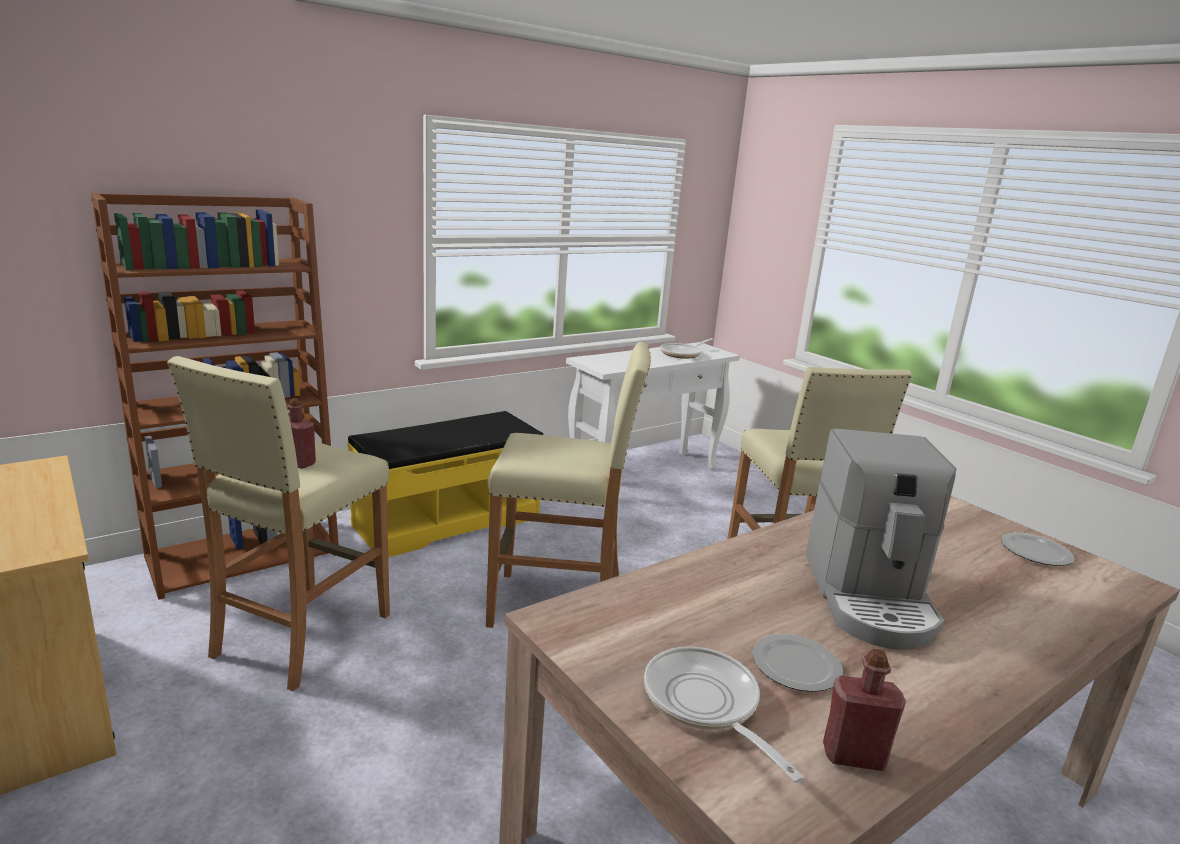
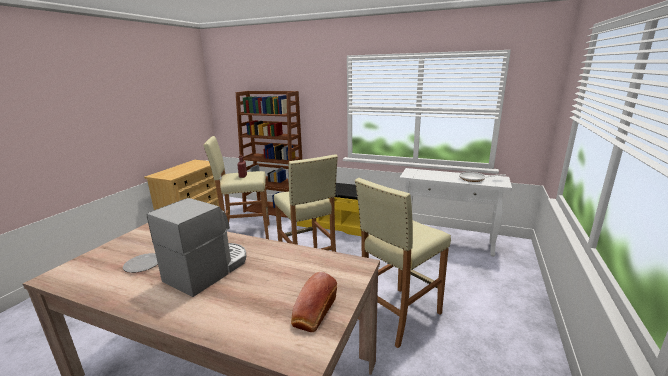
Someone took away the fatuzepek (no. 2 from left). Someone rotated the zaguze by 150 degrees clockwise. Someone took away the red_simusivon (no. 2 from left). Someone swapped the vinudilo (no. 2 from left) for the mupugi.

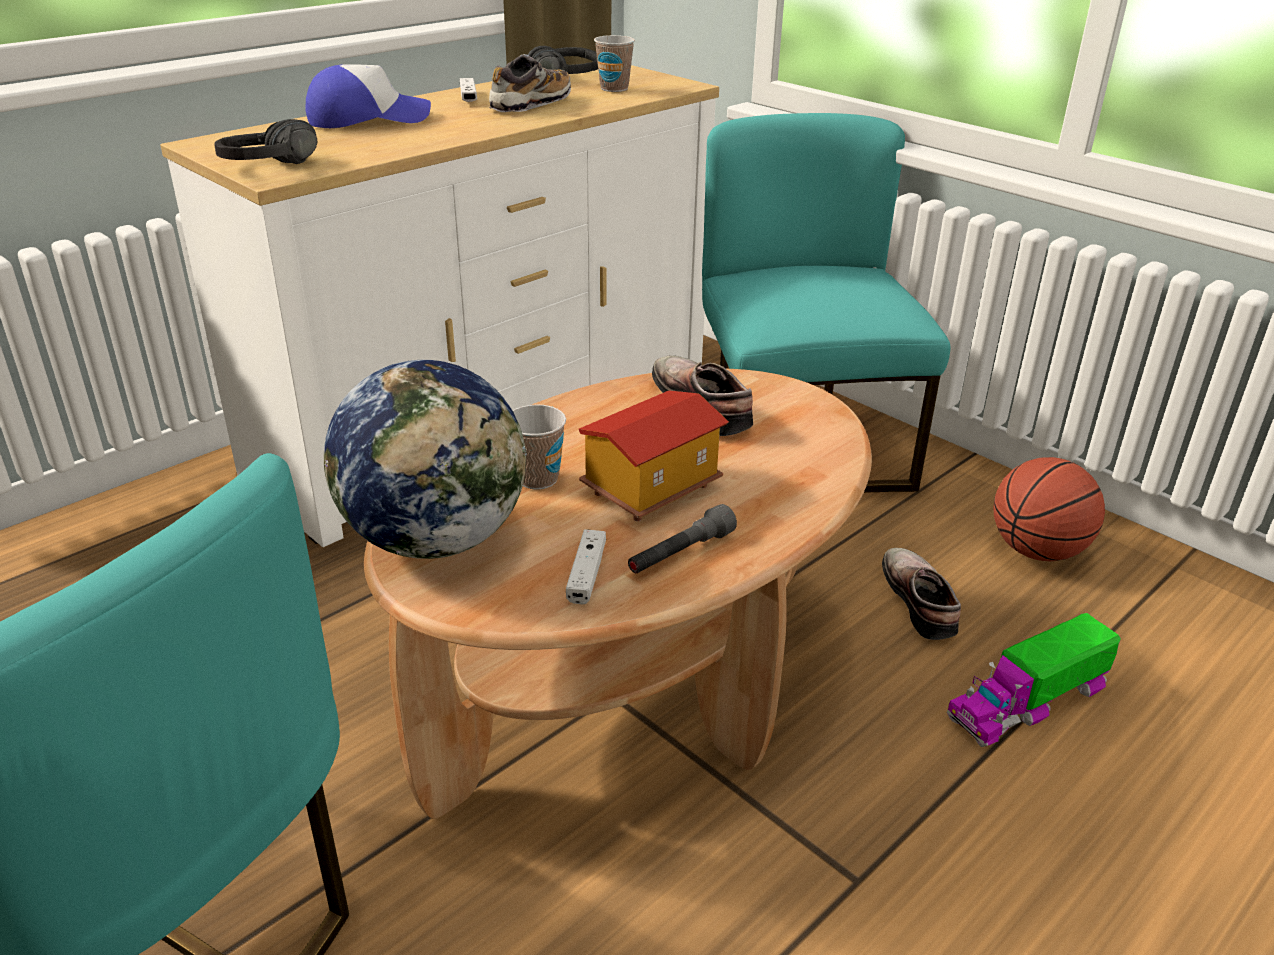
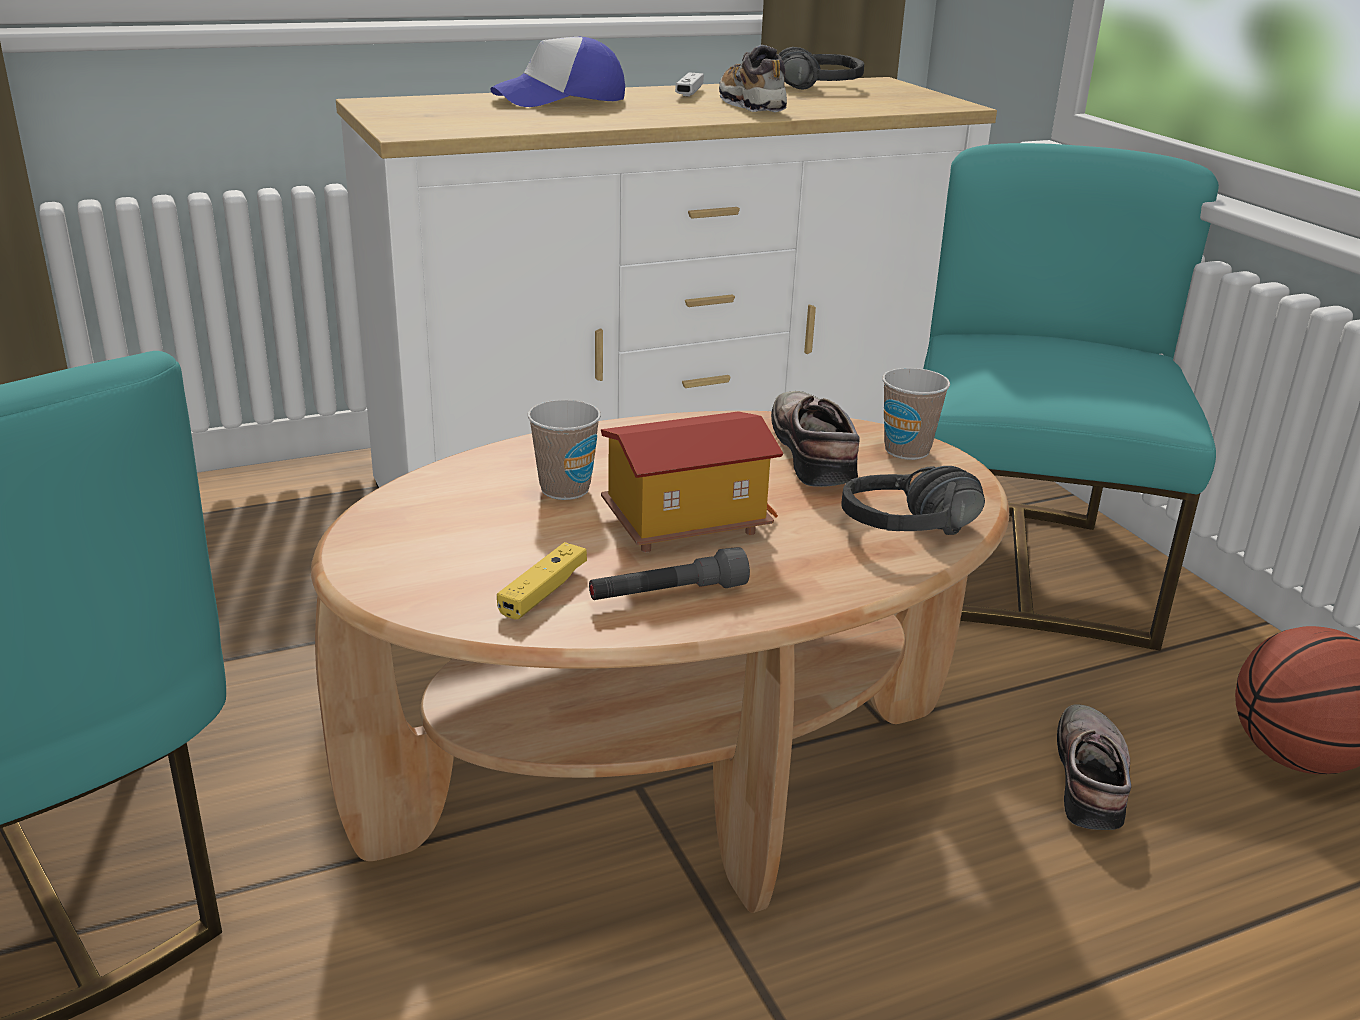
Someone carried the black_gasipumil (no. 1 from left in the first image). Someone rotated the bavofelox by 150 degrees clockwise. Someone took away the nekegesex. Someone rotated the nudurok (no. 1 from left) by 75 degrees counterclockwise. Someone repainted the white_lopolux (no. 2 from left), which became the yellow_lopolux. Someone carried the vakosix (no. 2 from left). Someone took away the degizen.

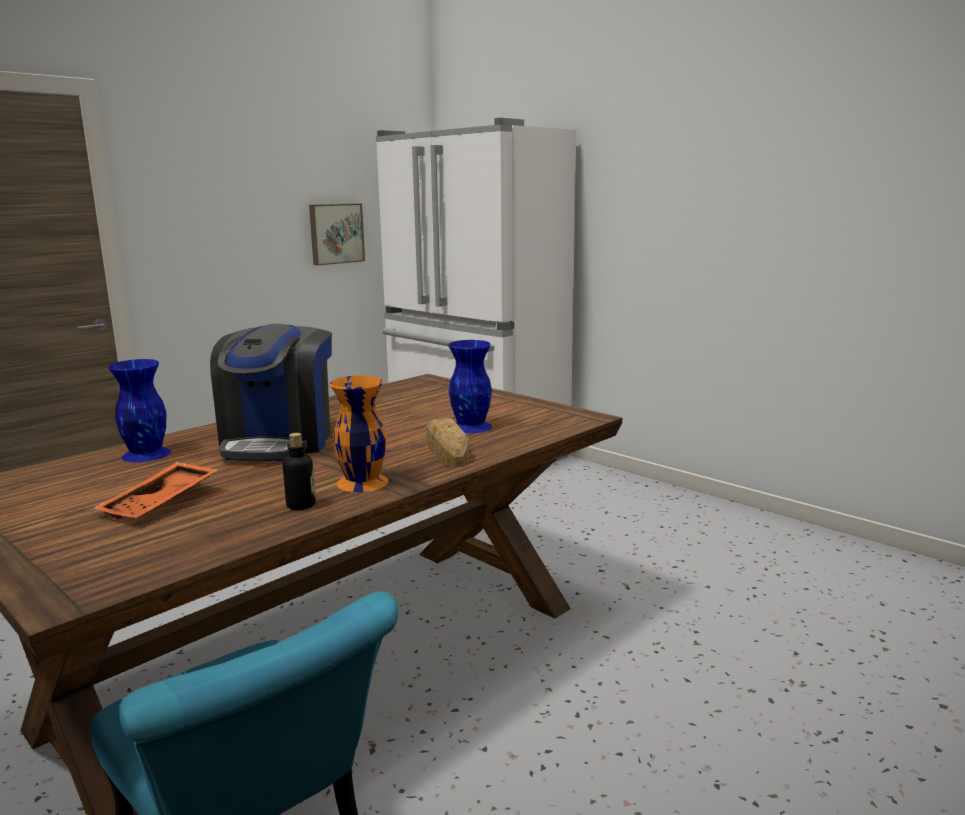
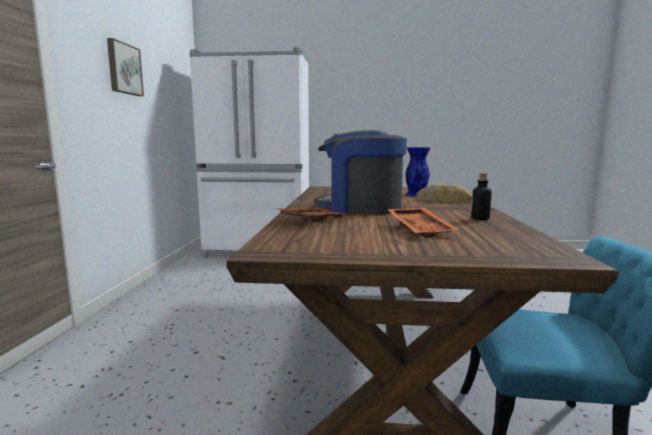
Someone swapped the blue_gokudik (no. 1 from left) for the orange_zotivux (no. 1 from left). Someone rotated the zaguze by 150 degrees clockwise. Someone carried the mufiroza. Someone took away the orange_gokudik.

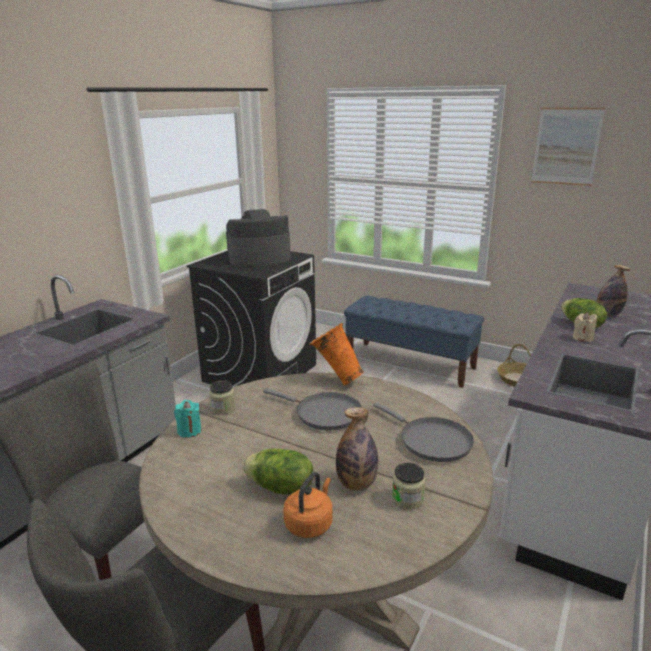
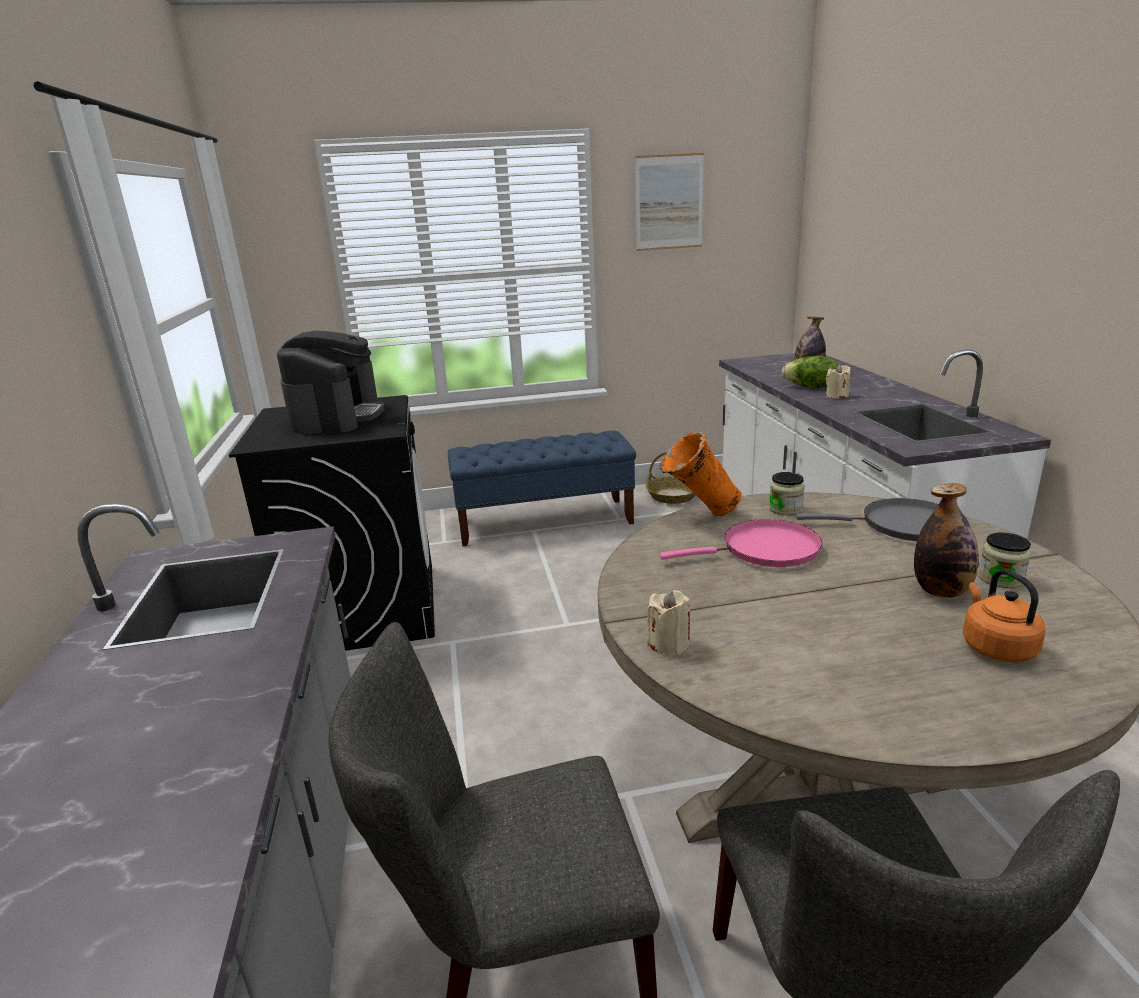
Someone repainted the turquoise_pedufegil, which became the beige_pedufegil (no. 1 from left). Someone carried the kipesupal (no. 1 from left). Someone rotated the zaguze by 150 degrees clockwise. Someone took away the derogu (no. 1 from left). Someone repainted the grey_fatuzepek (no. 1 from left), which became the pink_fatuzepek.

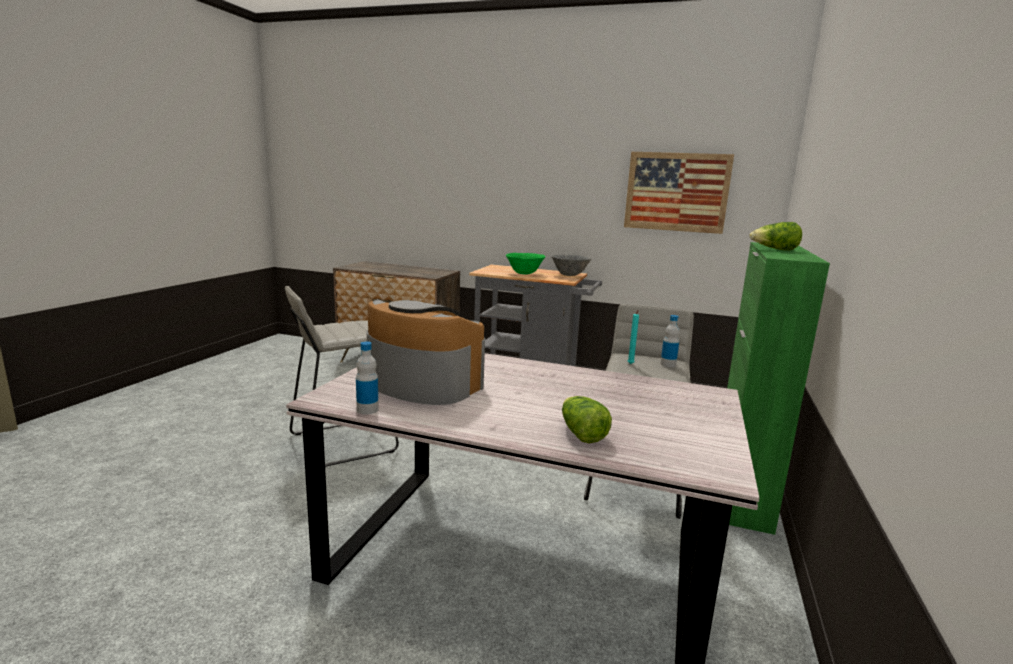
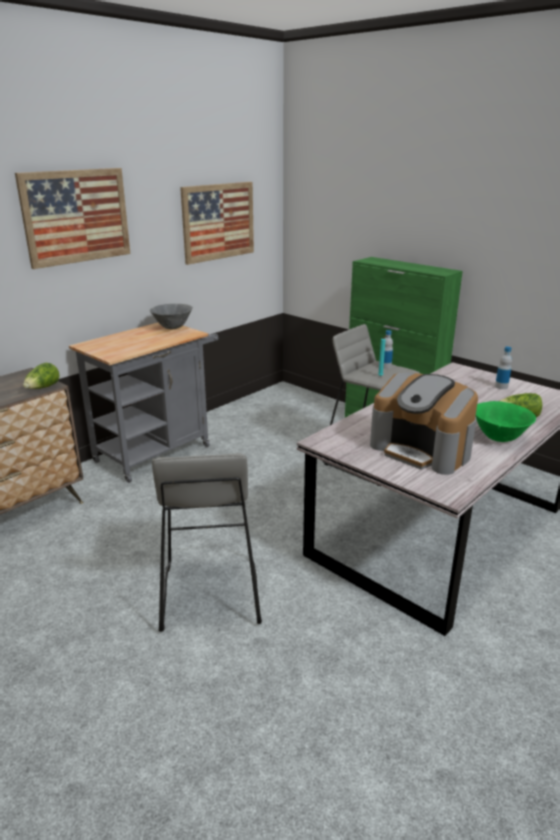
Someone carried the simusivon (no. 1 from left in the first image). Someone rotated the zaguze by 105 degrees counterclockwise. Someone carried the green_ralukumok. Someone carried the derogu (no. 2 from left in the first image). Someone put up the mufiroza (no. 1 from left).

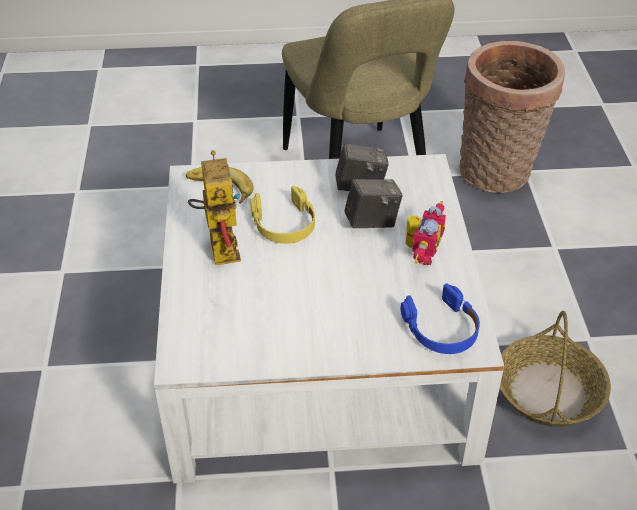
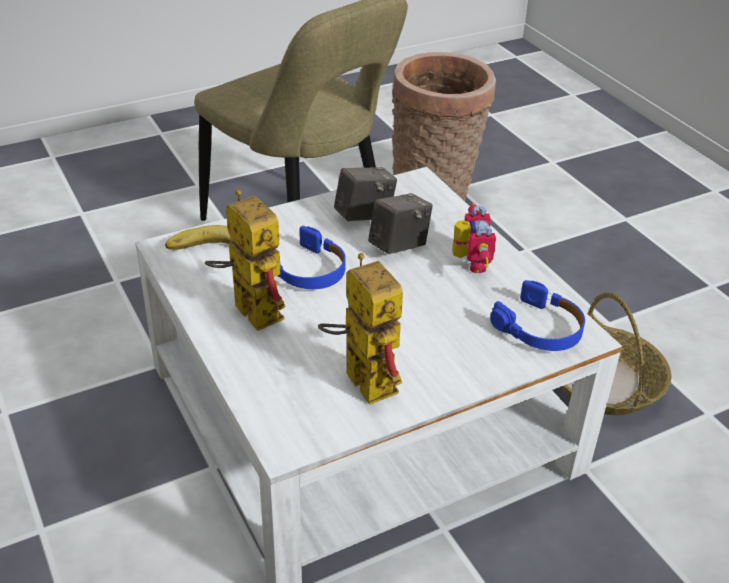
Someone repainted the yellow_gasipumil, which became the blue_gasipumil (no. 1 from left). Someone put down the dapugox (no. 2 from left).

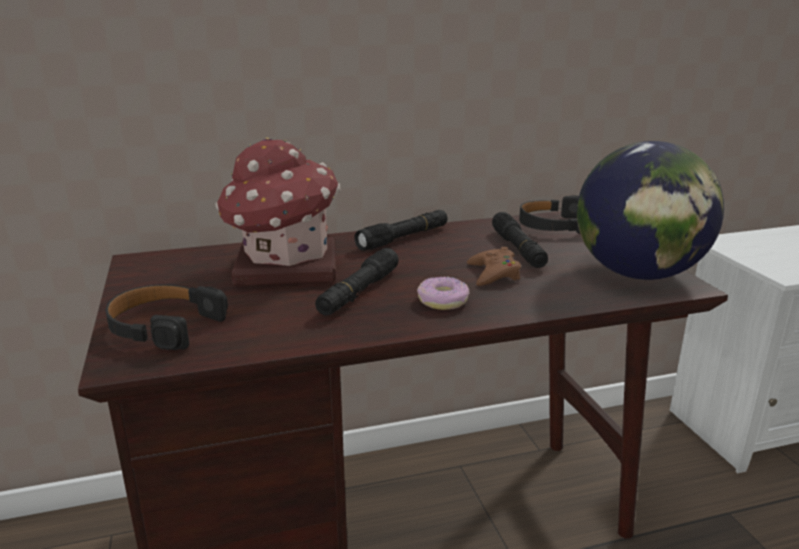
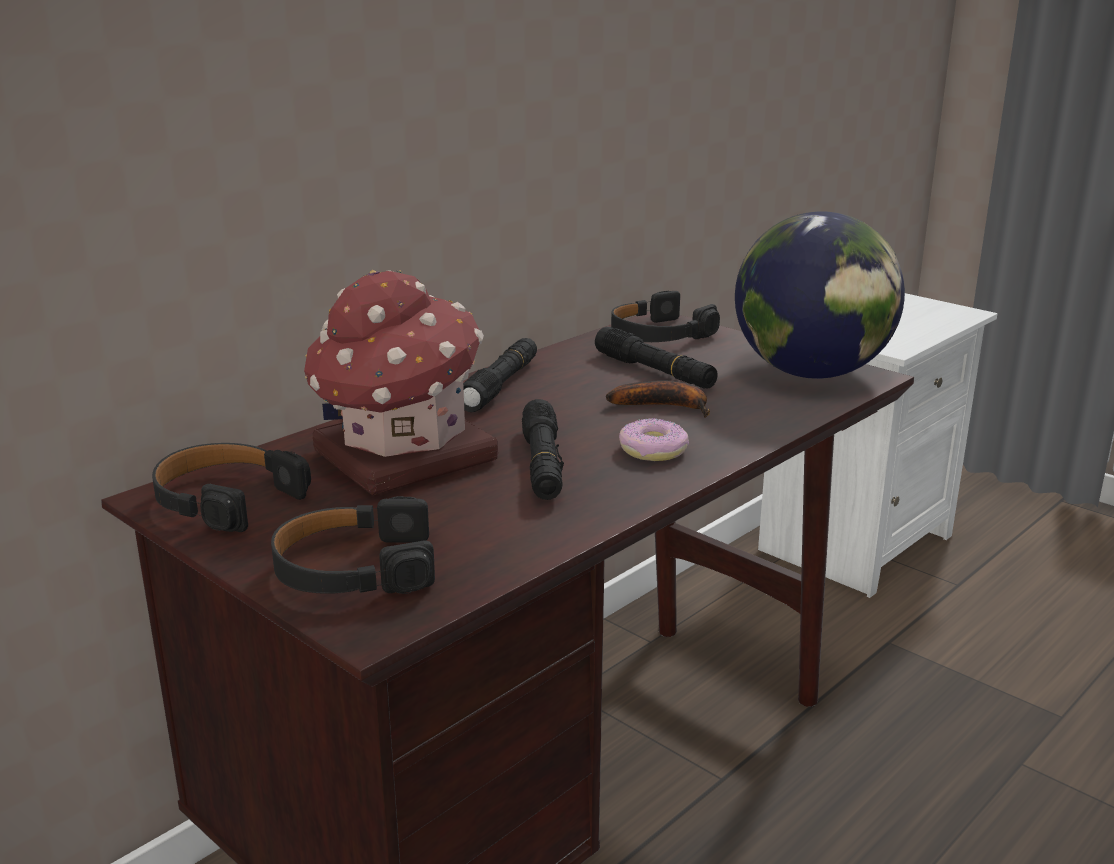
Someone swapped the brown_lopolux for the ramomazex. Someone put down the black_gasipumil (no. 1 from left).

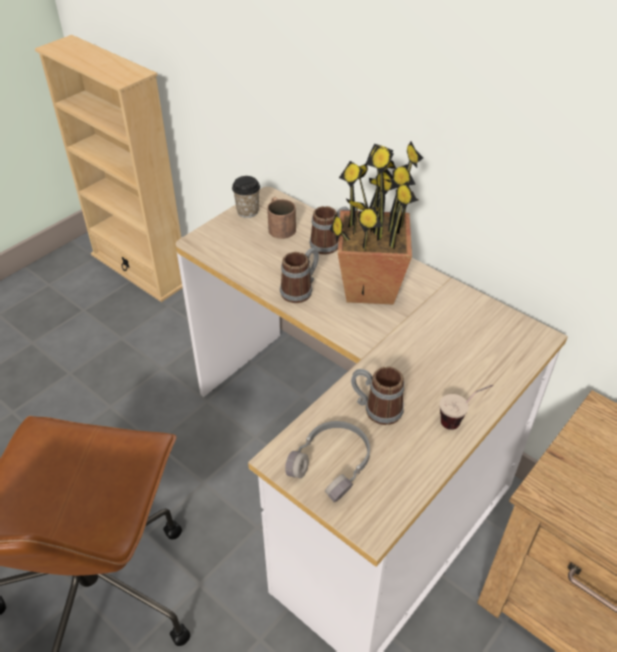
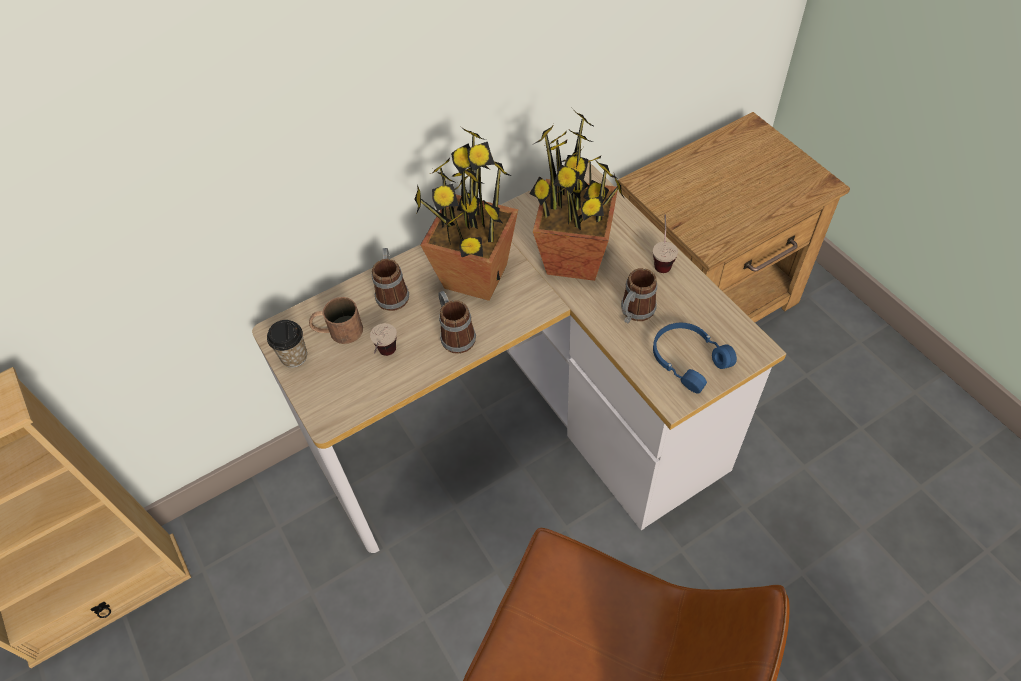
Someone repainted the grey_gasipumil, which became the blue_gasipumil. Someone put down the vakosix (no. 2 from left). Someone put down the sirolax (no. 2 from left).

